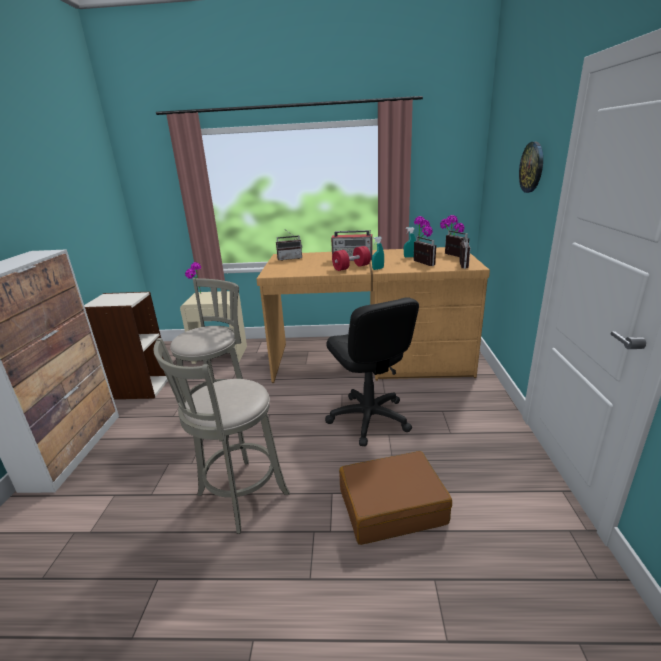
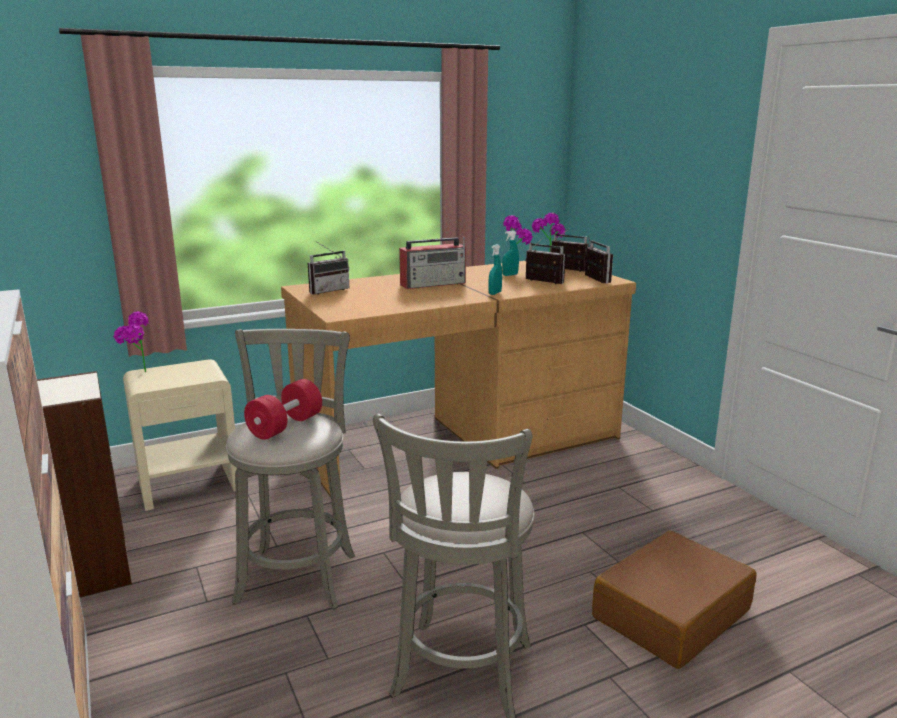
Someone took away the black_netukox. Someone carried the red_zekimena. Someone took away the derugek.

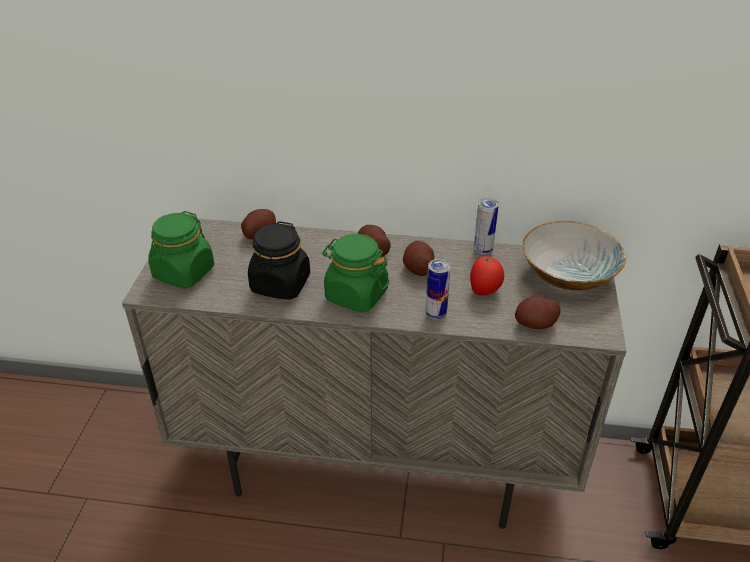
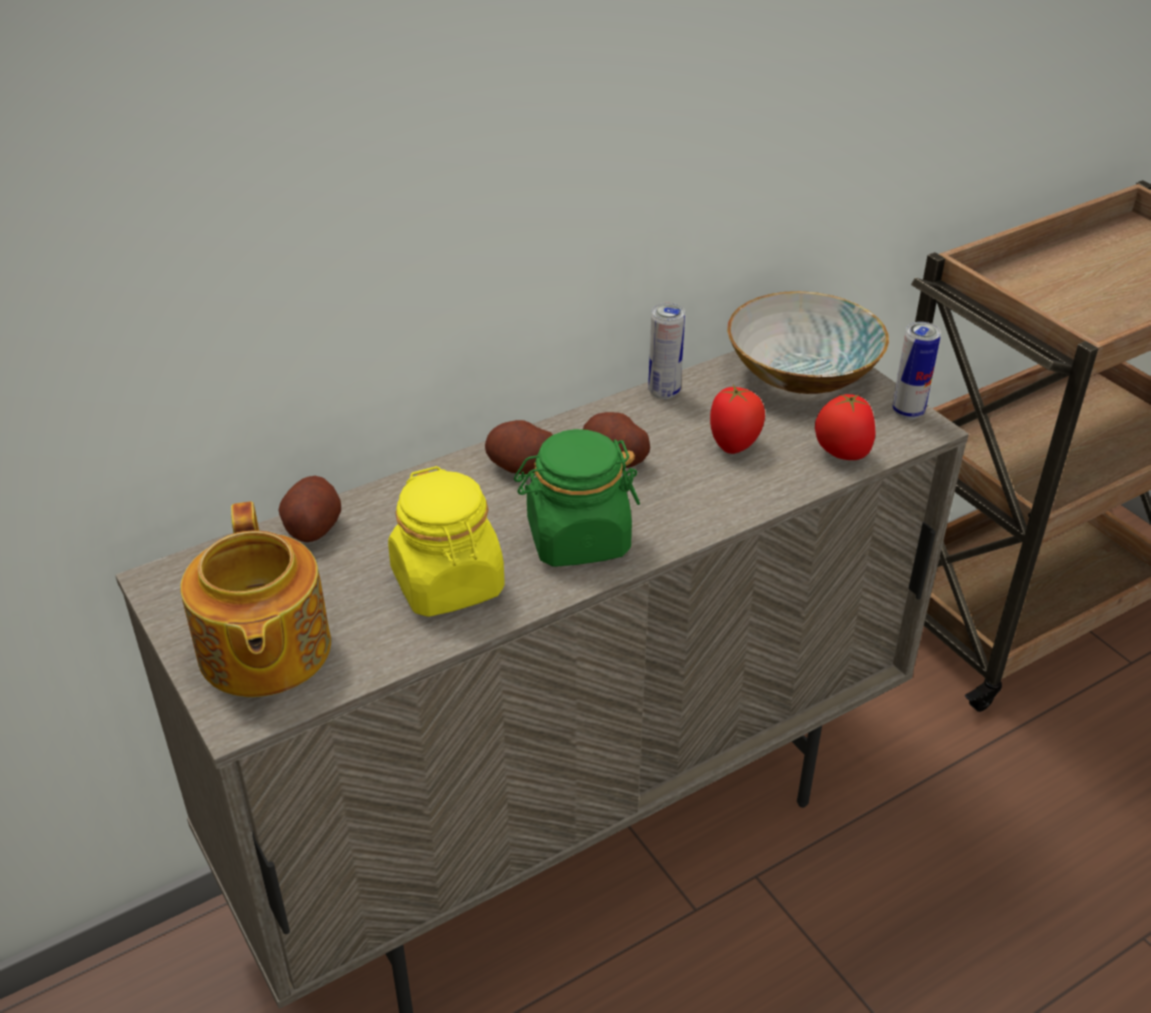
Someone swapped the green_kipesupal (no. 1 from left) for the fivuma. Someone repainted the black_kipesupal, which became the yellow_kipesupal. Someone carried the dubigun (no. 1 from left in the first image). Someone swapped the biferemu (no. 4 from left) for the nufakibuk (no. 2 from left).

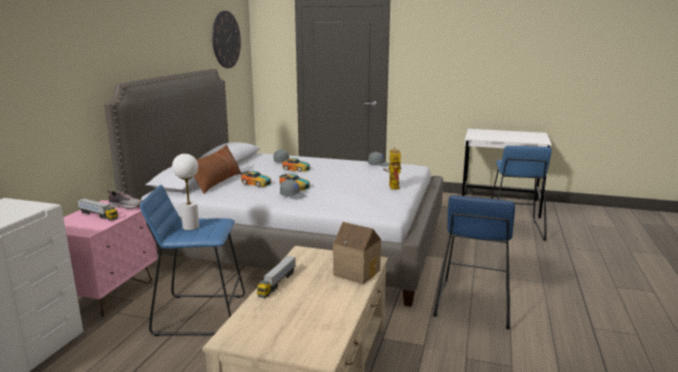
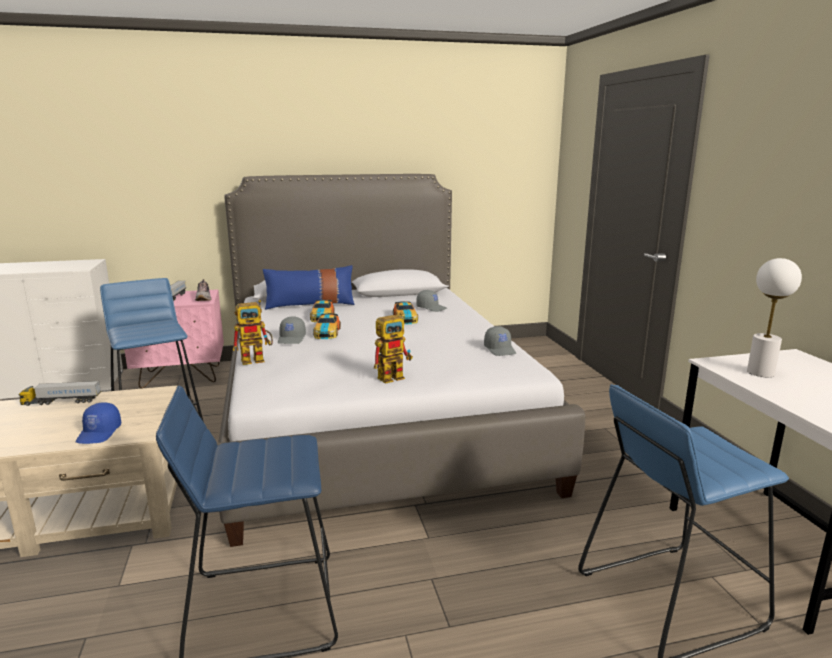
Someone carried the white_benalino. Someone repainted the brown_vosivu, which became the blue_vosivu. Someone took away the derugek. Someone swapped the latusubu for the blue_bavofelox. Someone put down the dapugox (no. 1 from left).

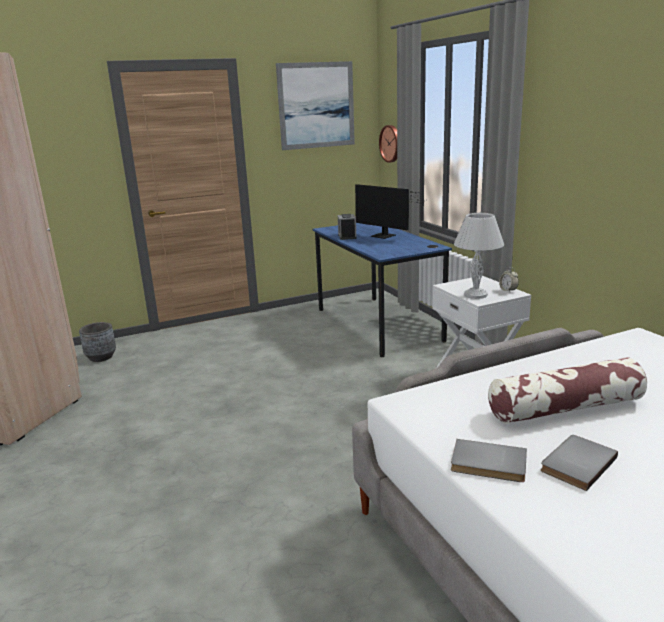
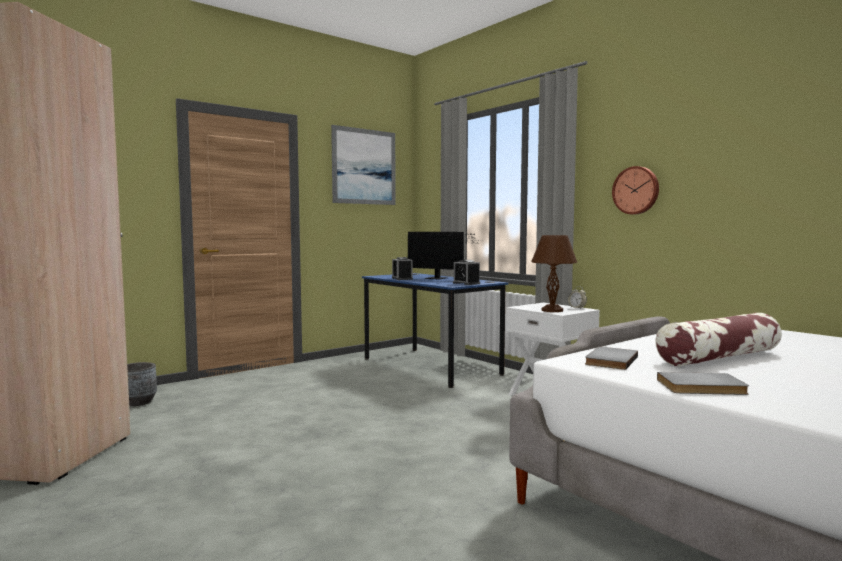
Someone carried the derugek. Someone repainted the white_benalino, which became the brown_benalino. Someone carried the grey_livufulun (no. 2 from left in the first image). Someone put down the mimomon (no. 2 from left).

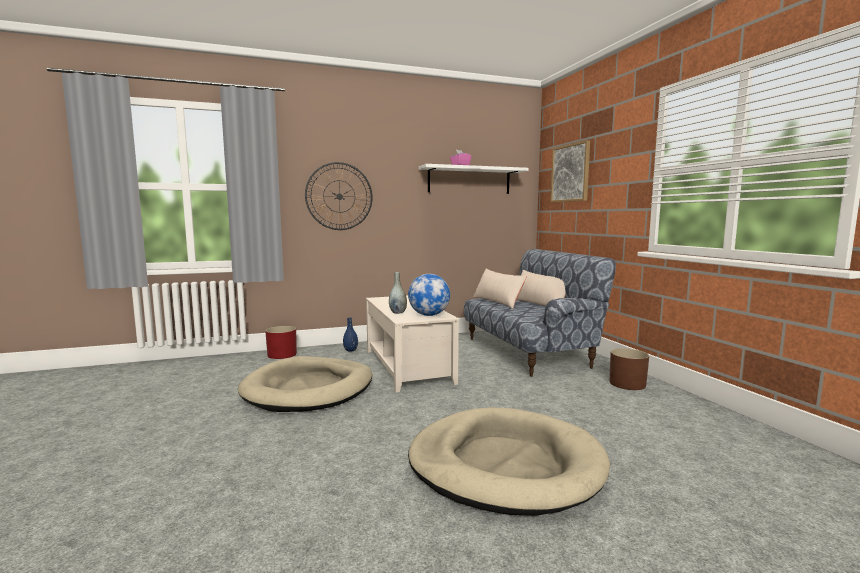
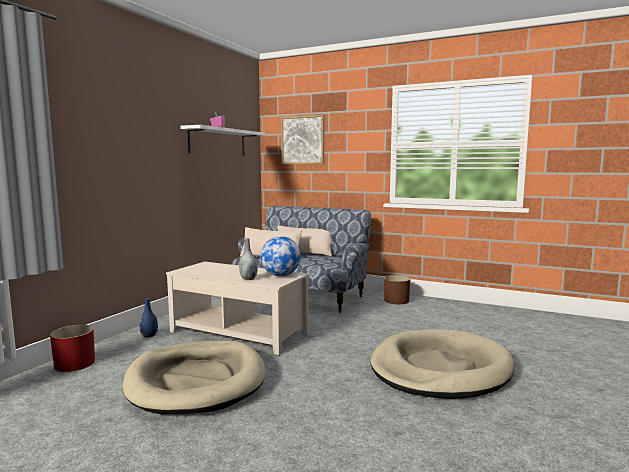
Someone took away the derugek.

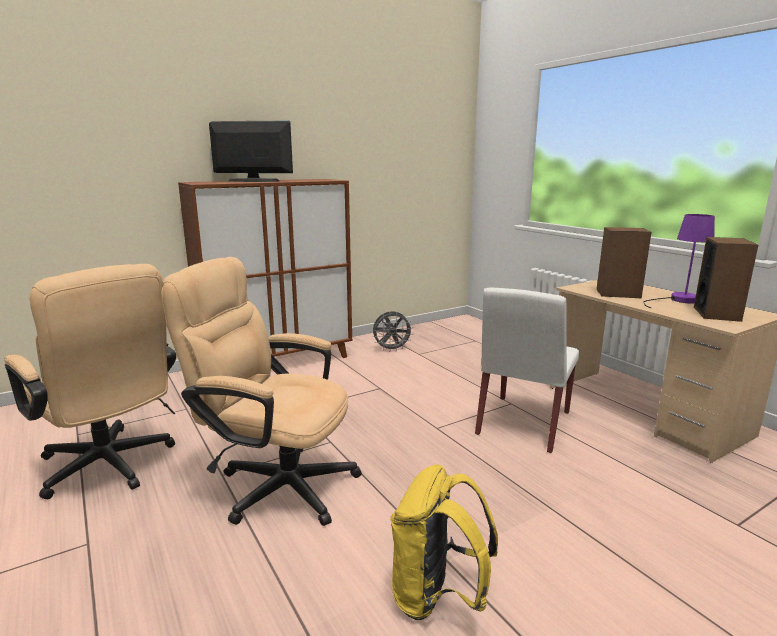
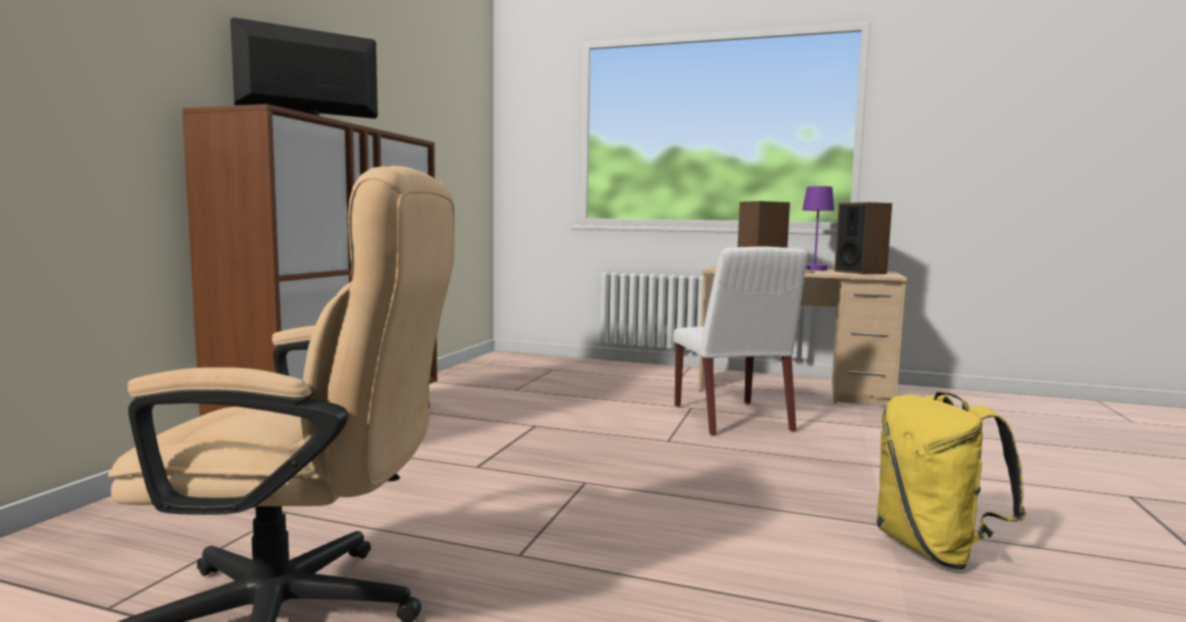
Someone took away the beige_netukox (no. 2 from left). Someone took away the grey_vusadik.

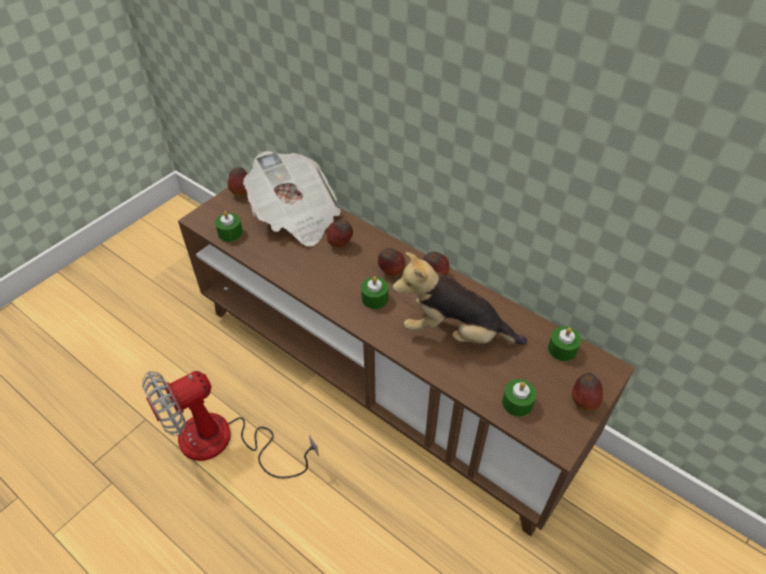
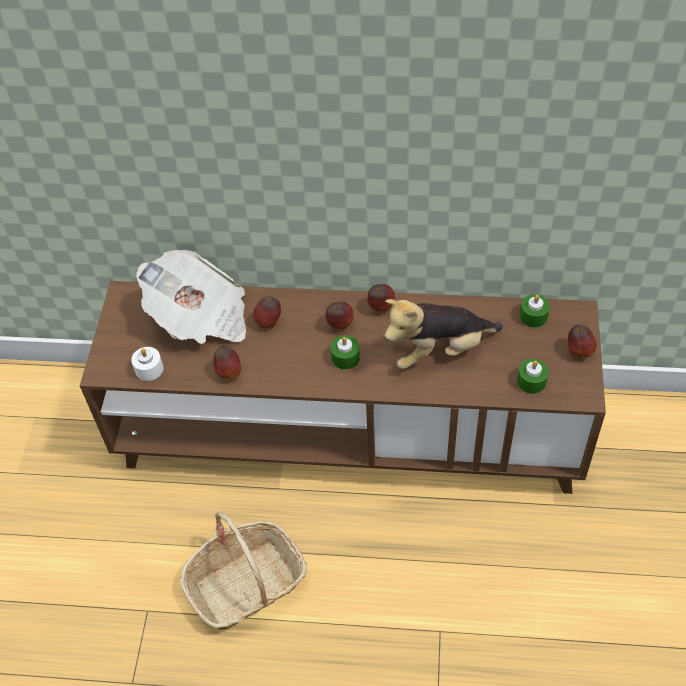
Someone swapped the vusadik for the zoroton. Someone repainted the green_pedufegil (no. 1 from left), which became the white_pedufegil. Someone carried the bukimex (no. 1 from left).

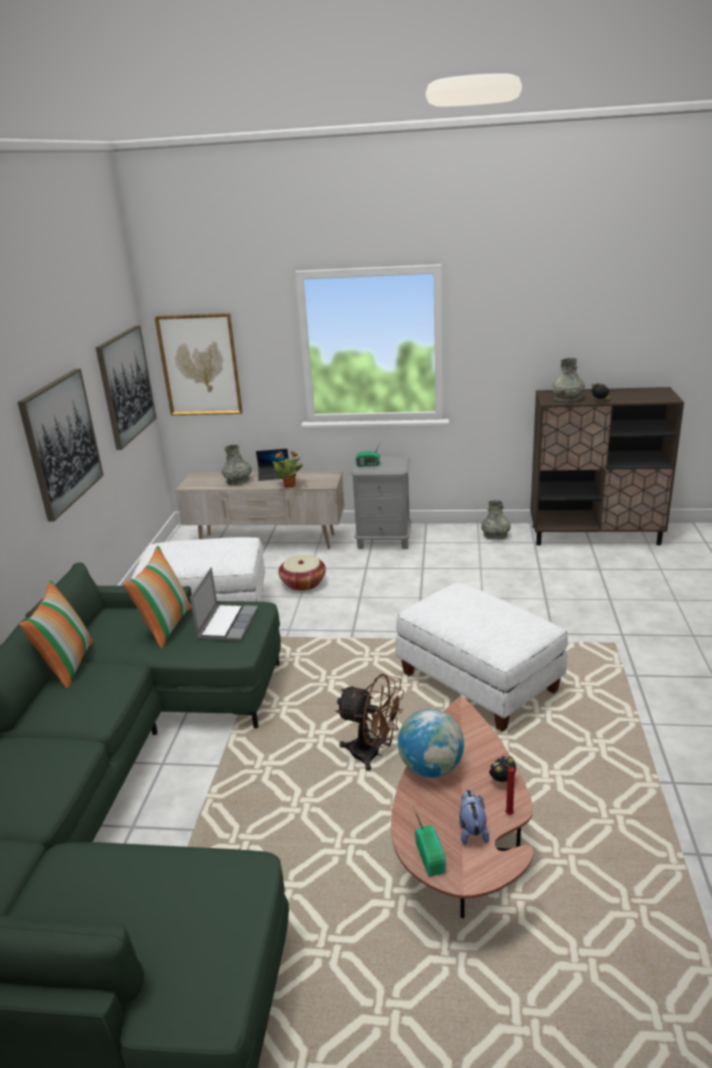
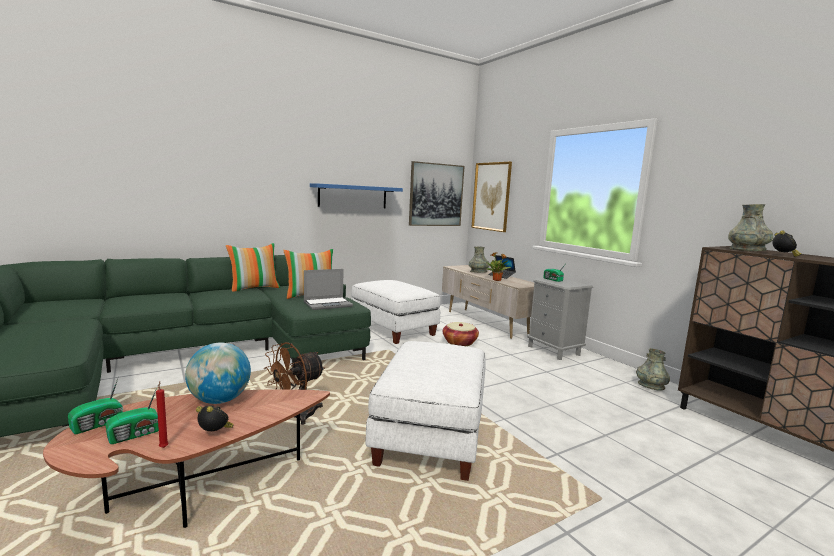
Someone swapped the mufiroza (no. 1 from left) for the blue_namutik. Someone rotated the brown_vusadik by 60 degrees clockwise. Someone swapped the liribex for the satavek (no. 2 from left).

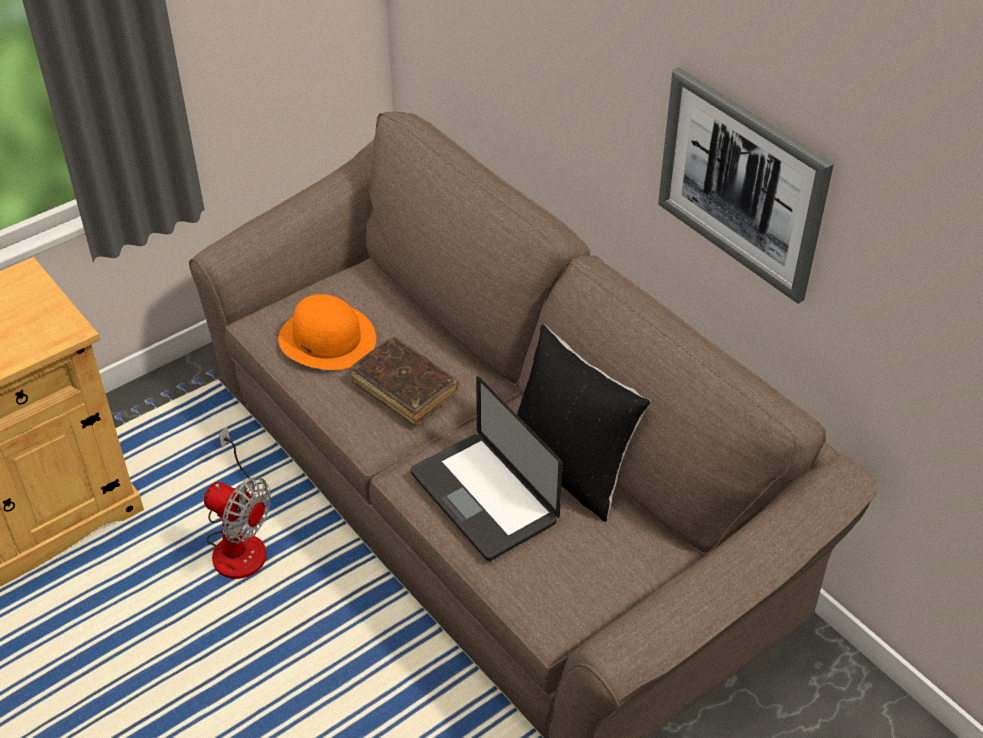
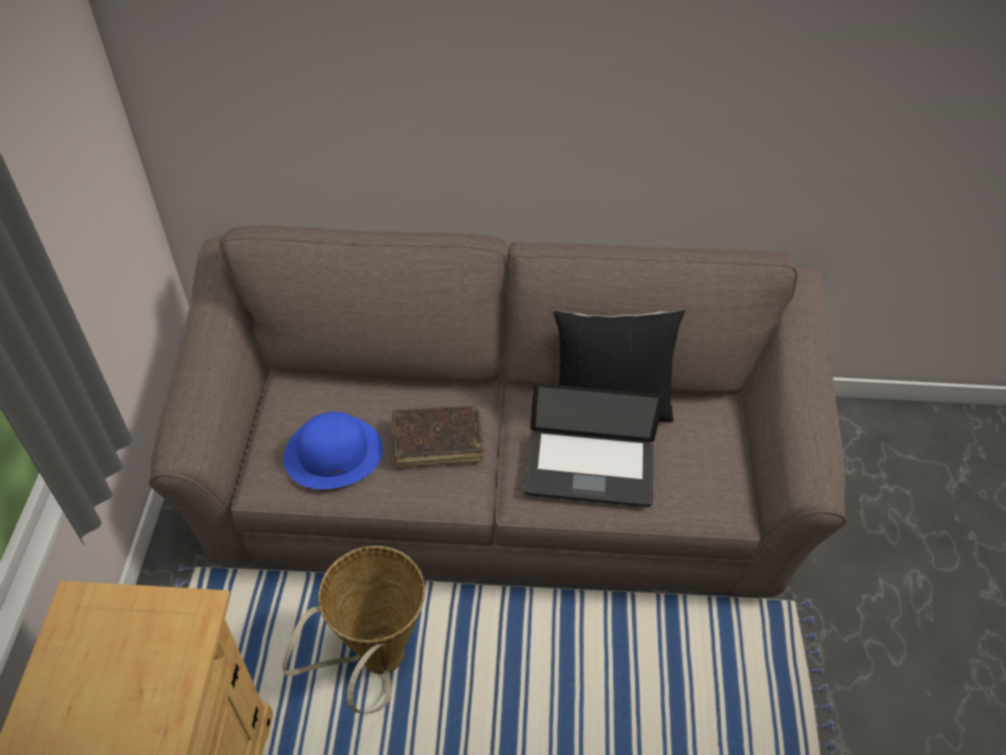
Someone swapped the vusadik for the zoroton. Someone repainted the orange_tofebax, which became the blue_tofebax. Someone took away the mufiroza.

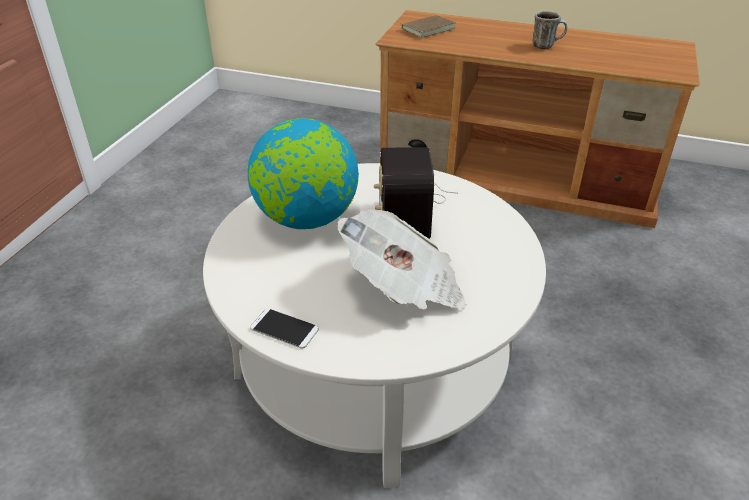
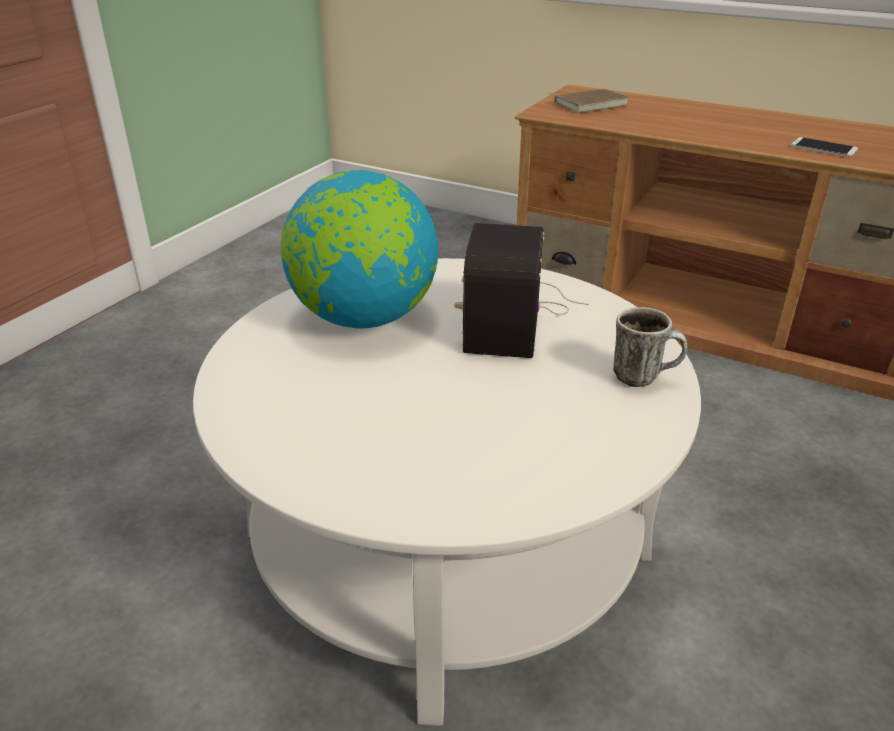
Someone carried the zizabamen. Someone took away the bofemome. Someone carried the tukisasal.

